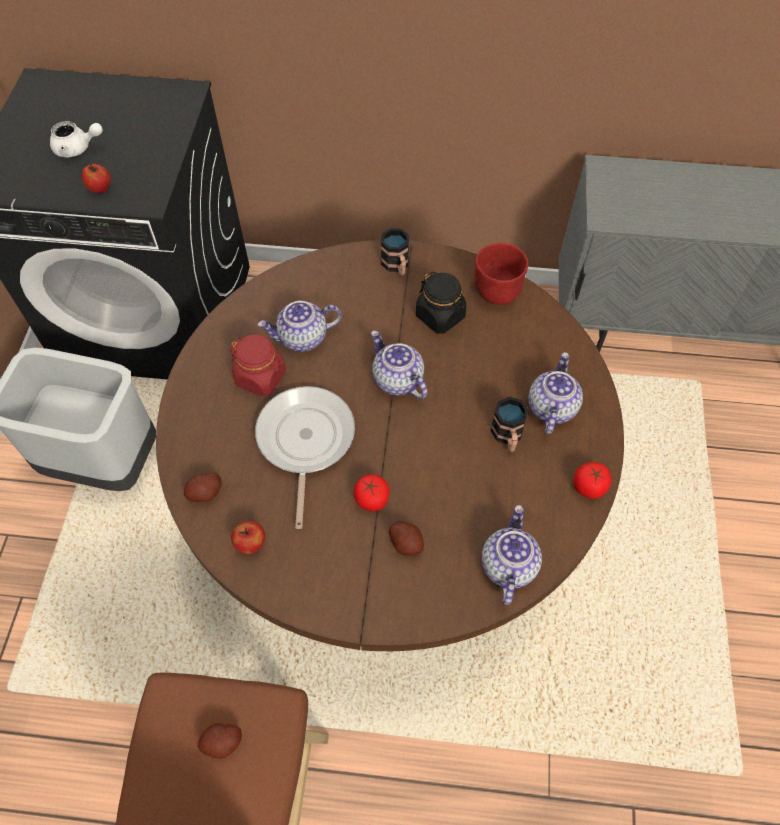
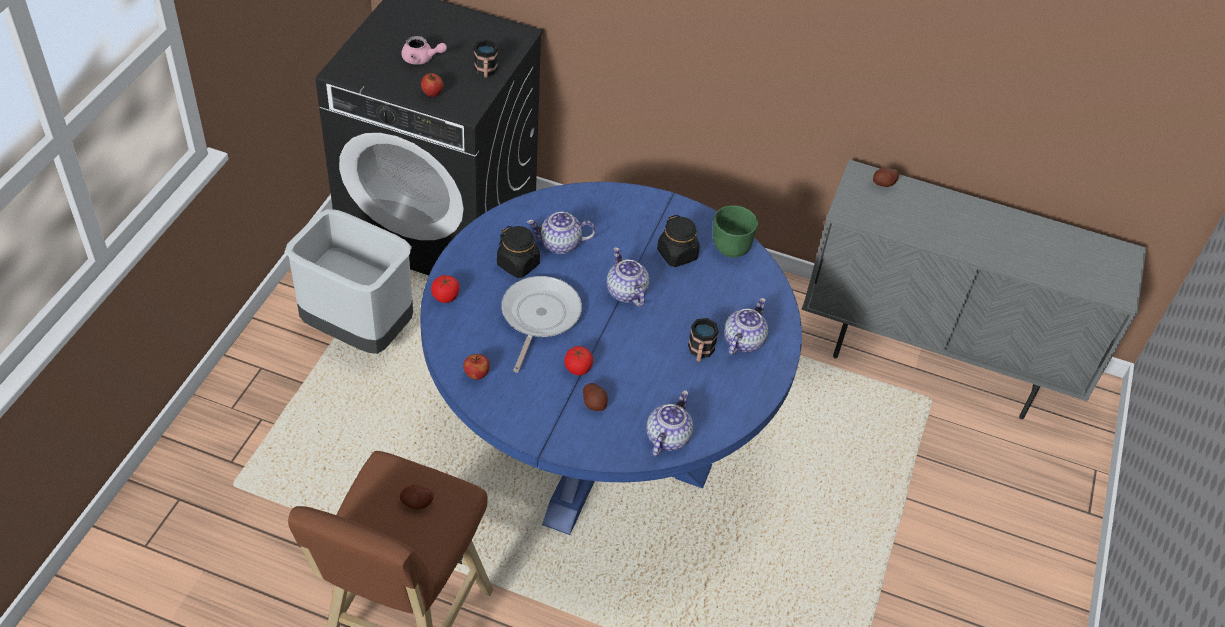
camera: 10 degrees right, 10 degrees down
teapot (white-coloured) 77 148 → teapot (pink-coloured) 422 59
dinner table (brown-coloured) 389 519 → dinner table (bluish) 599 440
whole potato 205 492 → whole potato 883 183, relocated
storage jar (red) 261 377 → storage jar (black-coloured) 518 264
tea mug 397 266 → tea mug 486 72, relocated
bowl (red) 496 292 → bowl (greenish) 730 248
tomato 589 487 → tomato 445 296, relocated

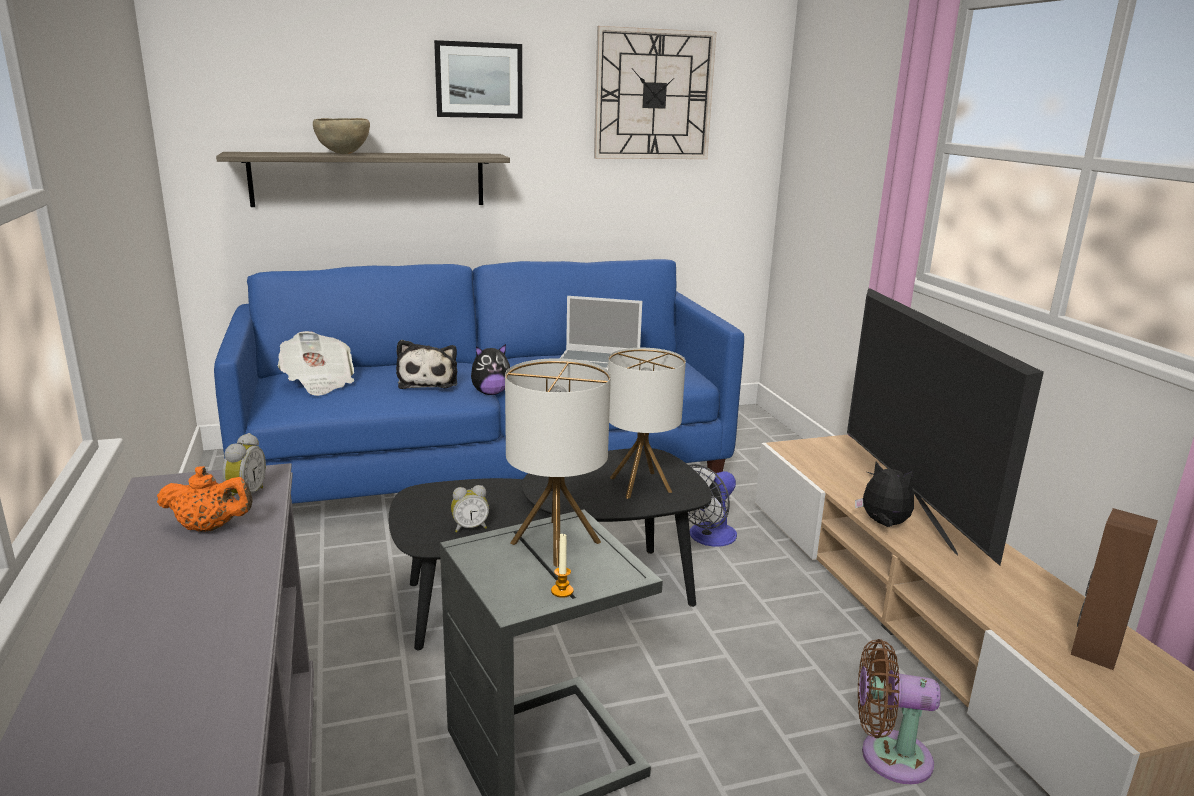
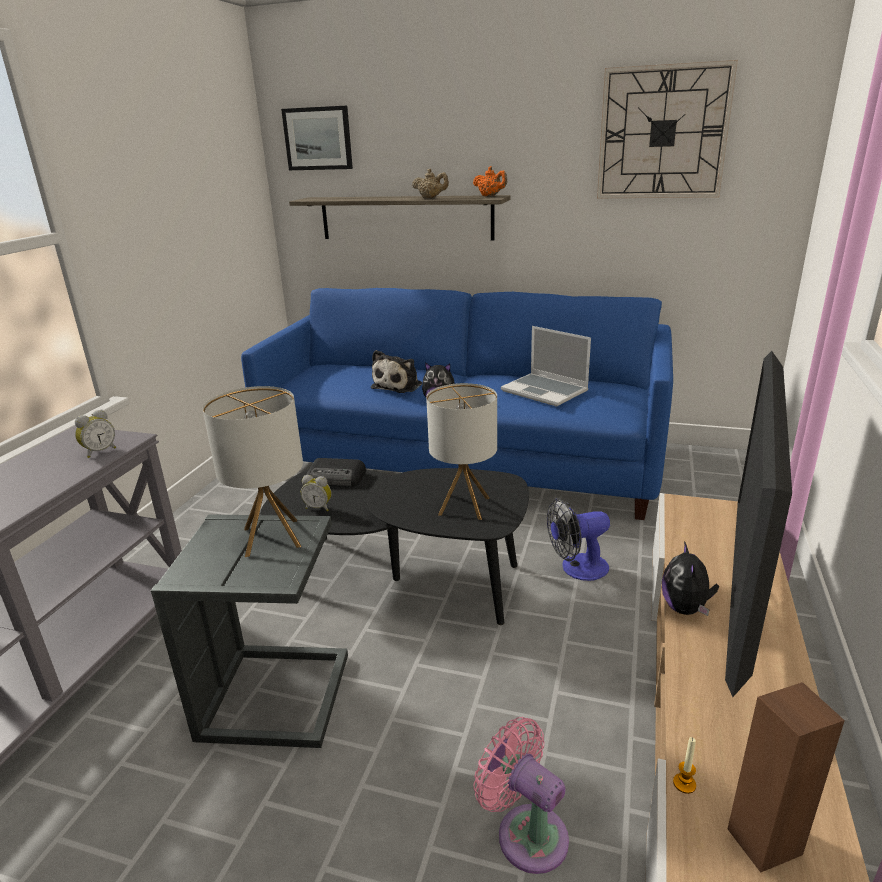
camera: 35 degrees right, 5 degrees up
teapot (orange) 210 528 → teapot (orange) 490 196, relocated
newspaper 318 383 → -
bowl (brown-coloured) 344 154 → -
wall picture 479 80 → wall picture 318 138, relocated
candle 562 591 → candle 684 784, relocated
plush toy 883 524 → plush toy 685 608, 150 degrees counterclockwise
electric fan (brown-coloured) 888 756 → electric fan (pink-coloured) 526 832
- → radio 336 478
- → teapot (sand-coloured) 431 198

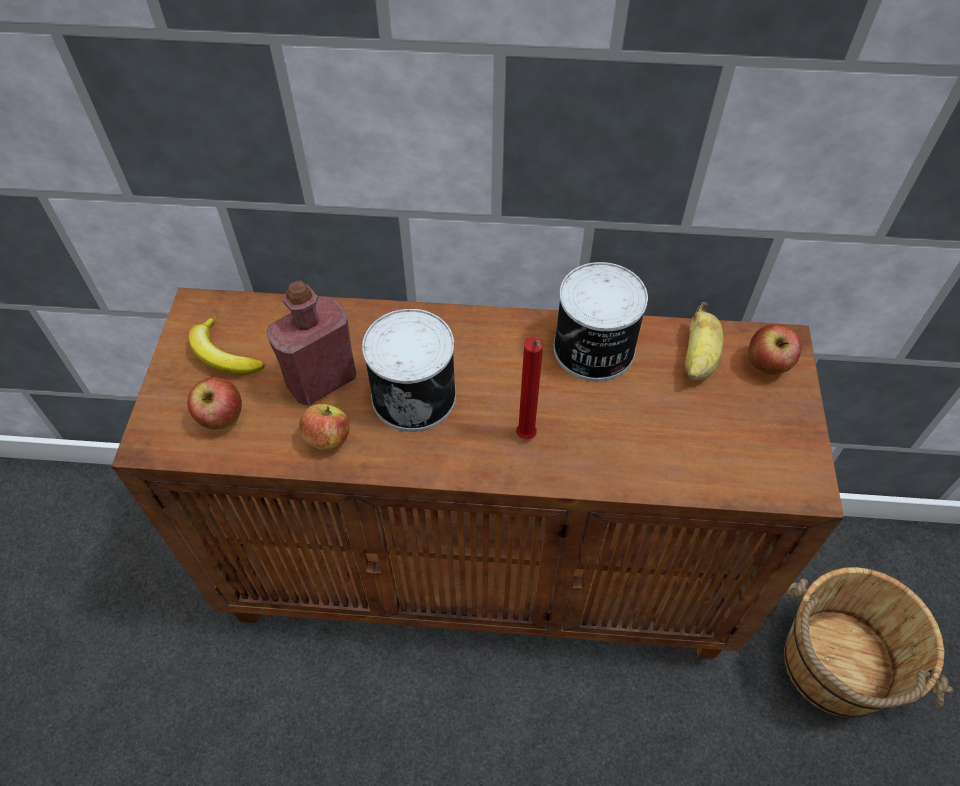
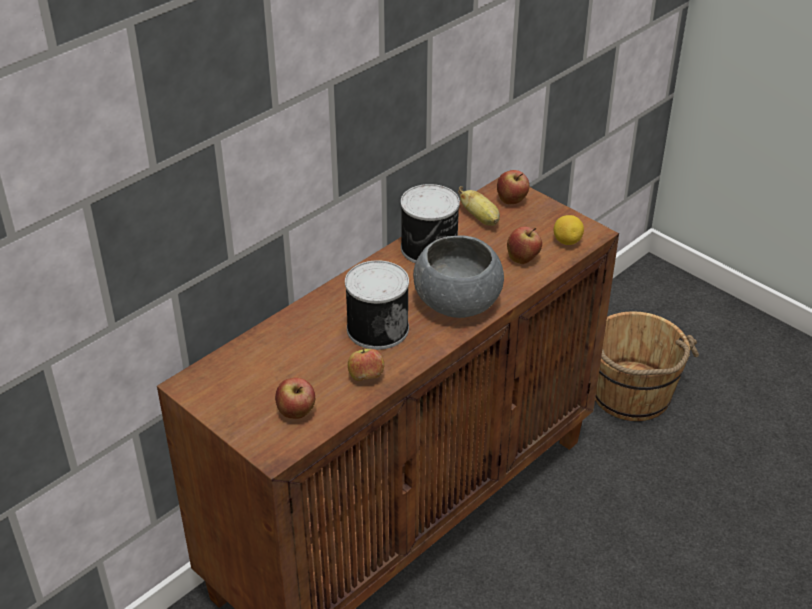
camera: 50 degrees left, 15 degrees down
banana 223 355 → -
beverage bottle (red) 322 381 → -
candle (red) 526 438 → bowl (greyish) 457 303
- → apple fruit 523 259
- → lemon 567 241

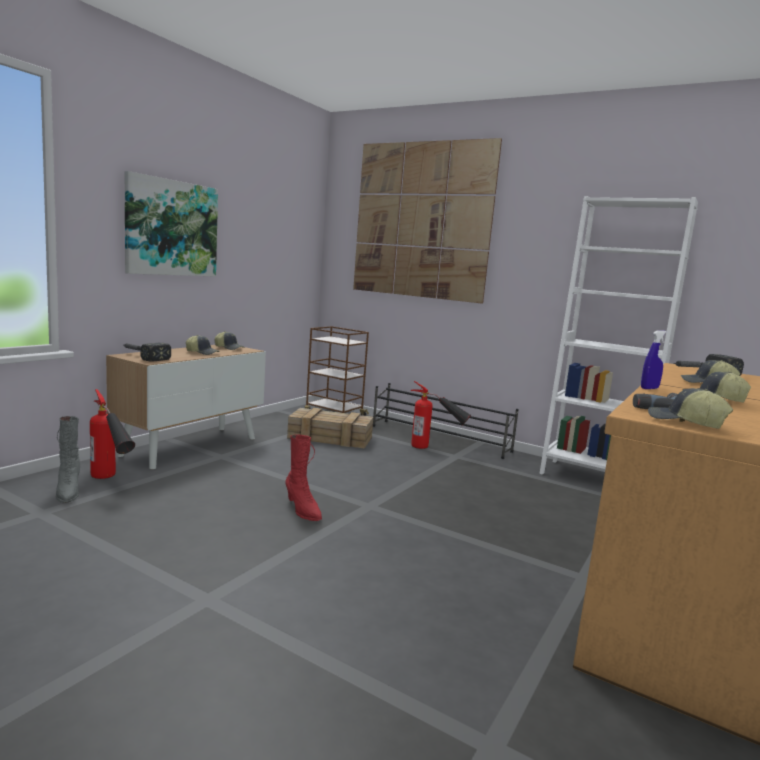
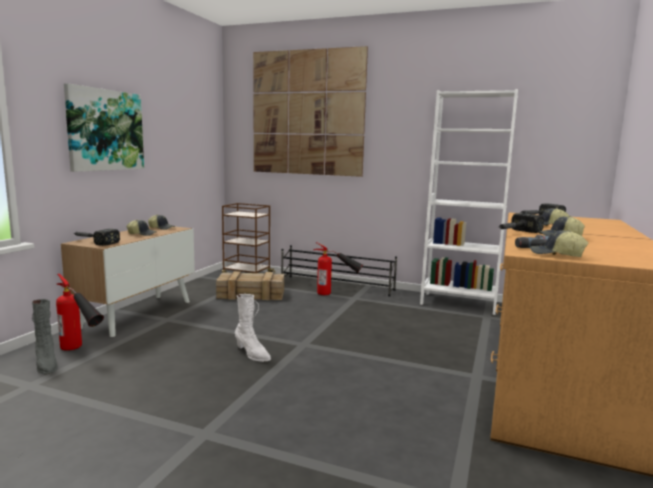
camera: 10 degrees left, 0 degrees up
high-top boot (red) 302 510 → high-top boot (white-coloured) 252 354
hand sprayer (bluish) 649 388 → hammer 515 232

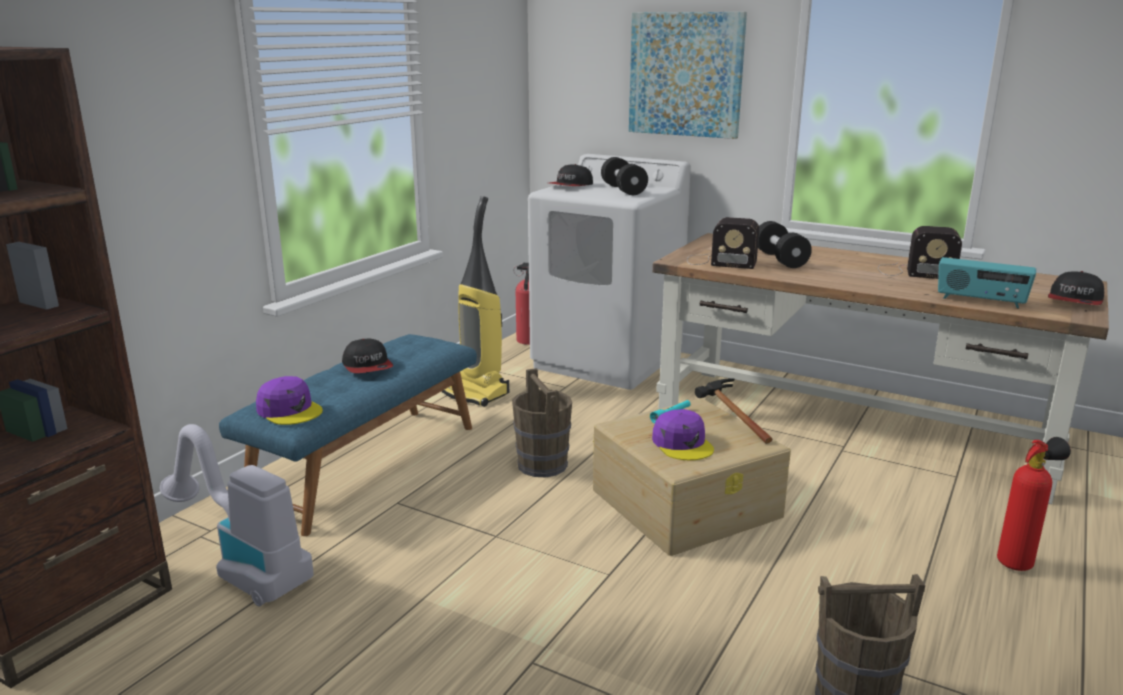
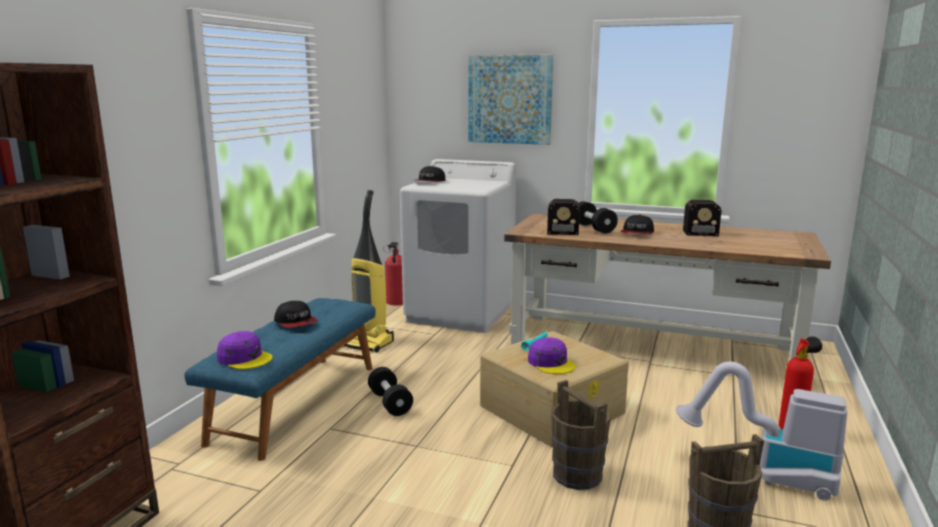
camera: 10 degrees left, 5 degrees down
vacuum 243 567 → vacuum 766 474, relocated
bucket (brown-coloured) 542 464 → bucket (brown-coloured) 577 475, relocated
hand weight (black-coloured) 623 190 → hand weight (black-coloured) 390 403, relocated
hammer 728 421 → -
radio 980 301 → -
baseball cap 1075 300 → baseball cap 637 233, relocated

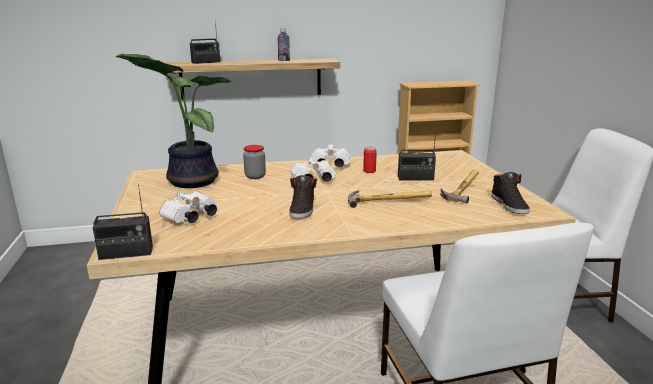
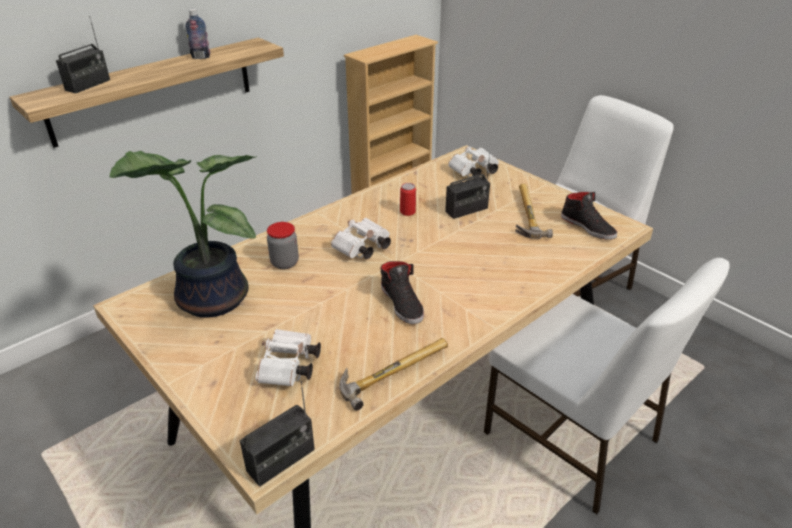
camera: 30 degrees left, 15 degrees up
field glasses (white-coloured) 329 165 → field glasses (white-coloured) 473 172, relocated
hammer 387 200 → hammer 391 370, relocated

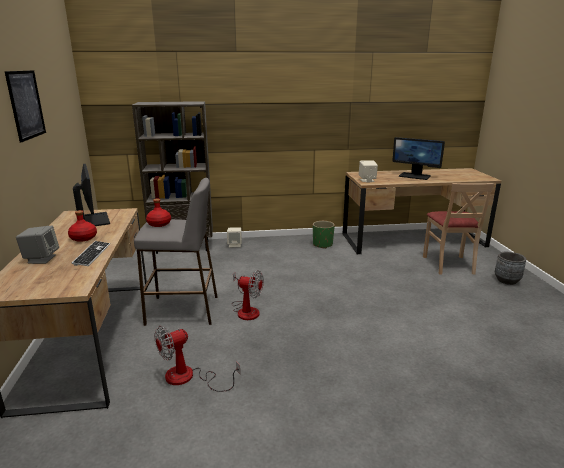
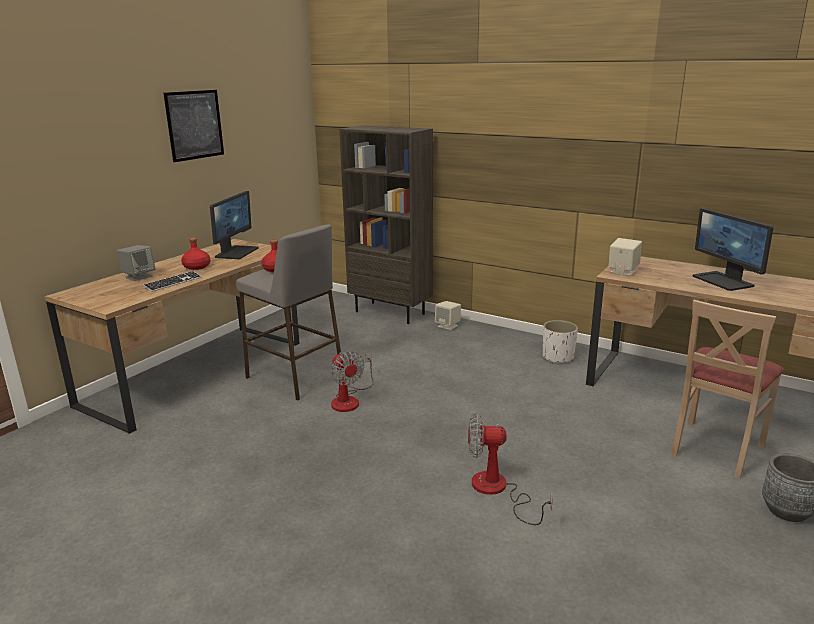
camera: 40 degrees right, 0 degrees up
electric fan 189 378 → electric fan 497 491, relocated
plant pot (greenish) 322 245 → plant pot (white-coloured) 557 358

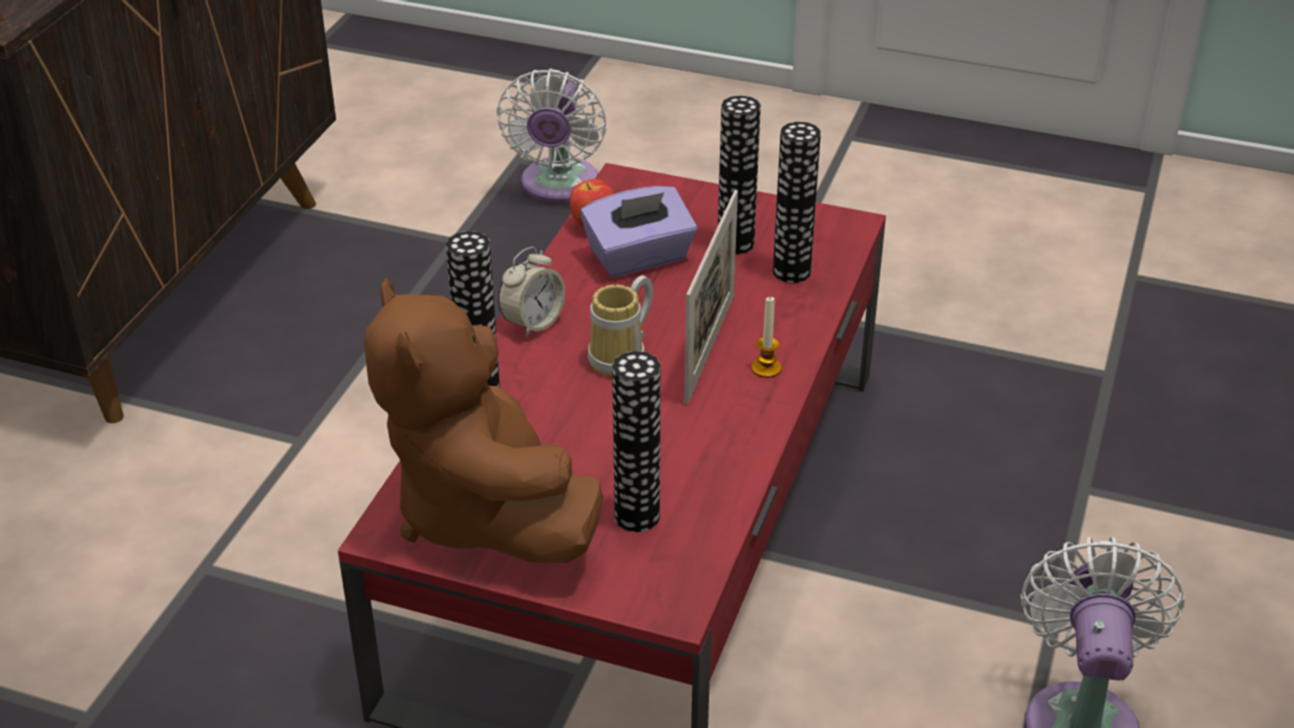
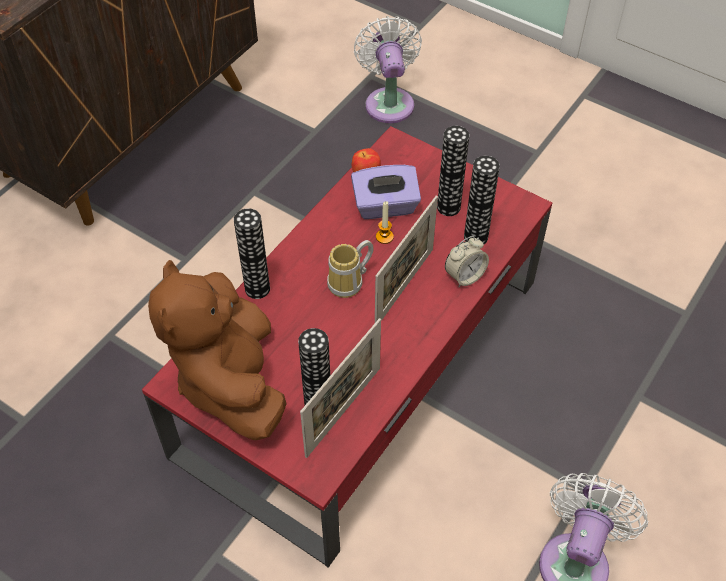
camera: 15 degrees right, 15 degrees up
electric fan (white-coloured) 558 187 → electric fan (white-coloured) 389 101, 150 degrees clockwise
table clock 533 323 → table clock 464 276, relocated
candle 766 368 → candle 384 237, relocated
- → photo frame 343 411

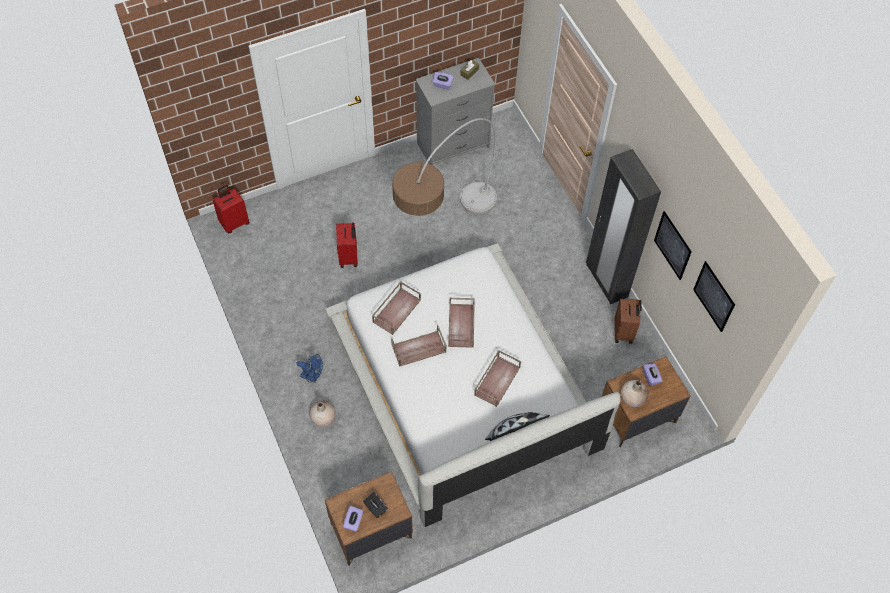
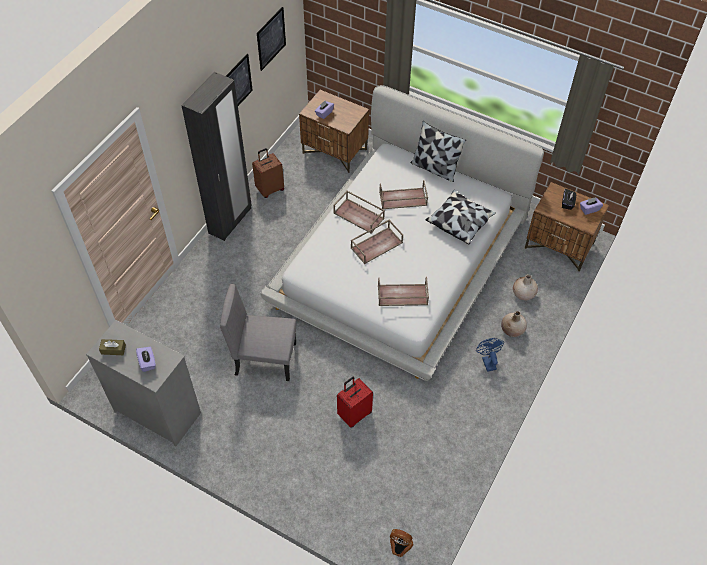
camera: 125 degrees left, 5 degrees down
piece of luggage (red) 234 223 → electric fan 399 546
serving tray (brown-coloured) 418 349 → serving tray (brown-coloured) 359 215, relocated
standing lamp 444 230 → chair (greyish) 265 358
decorative vase (sand-coloured) 632 397 → decorative vase (sand-coloured) 523 294, relocated
- → pillow 459 222

